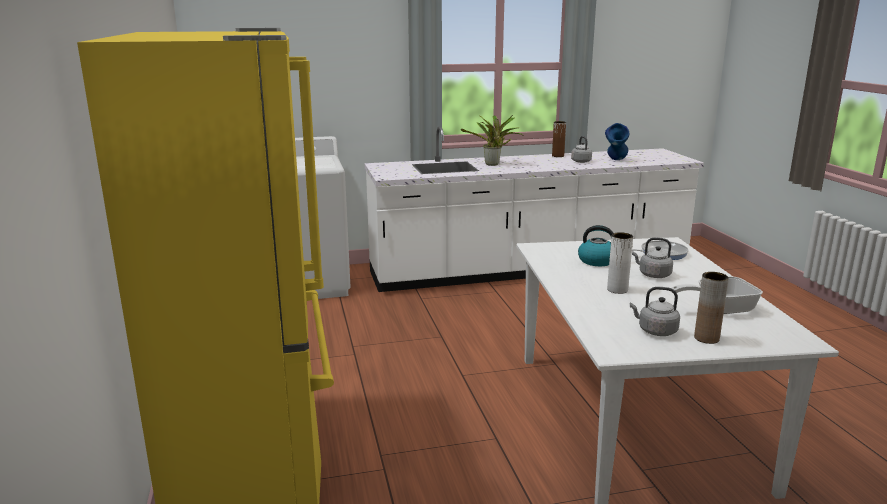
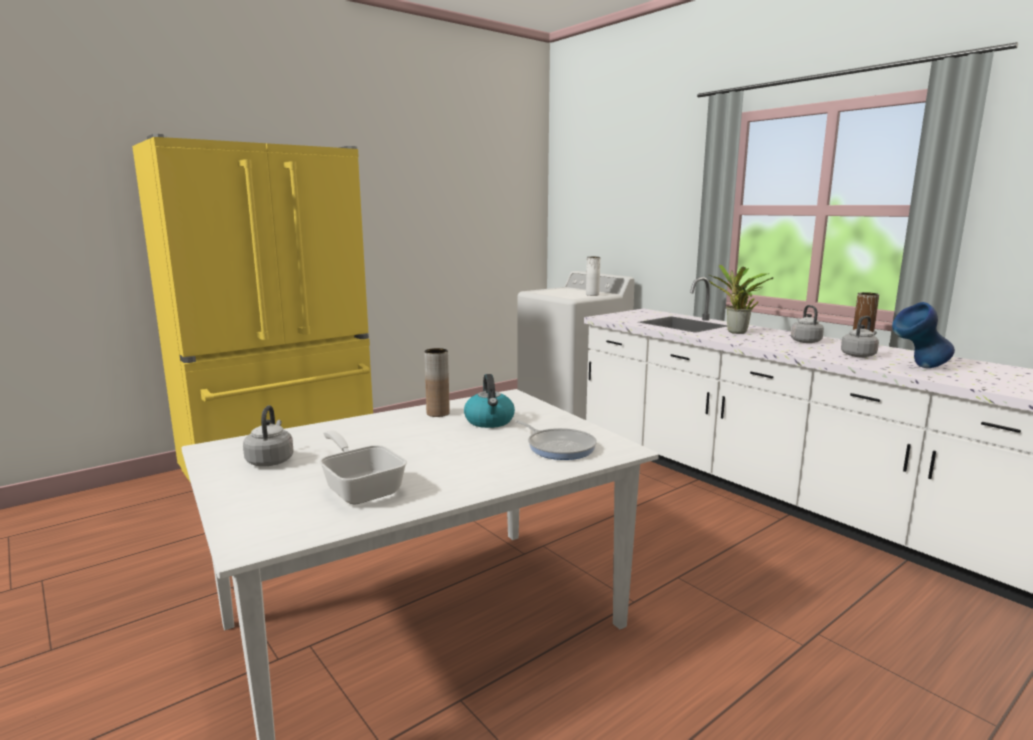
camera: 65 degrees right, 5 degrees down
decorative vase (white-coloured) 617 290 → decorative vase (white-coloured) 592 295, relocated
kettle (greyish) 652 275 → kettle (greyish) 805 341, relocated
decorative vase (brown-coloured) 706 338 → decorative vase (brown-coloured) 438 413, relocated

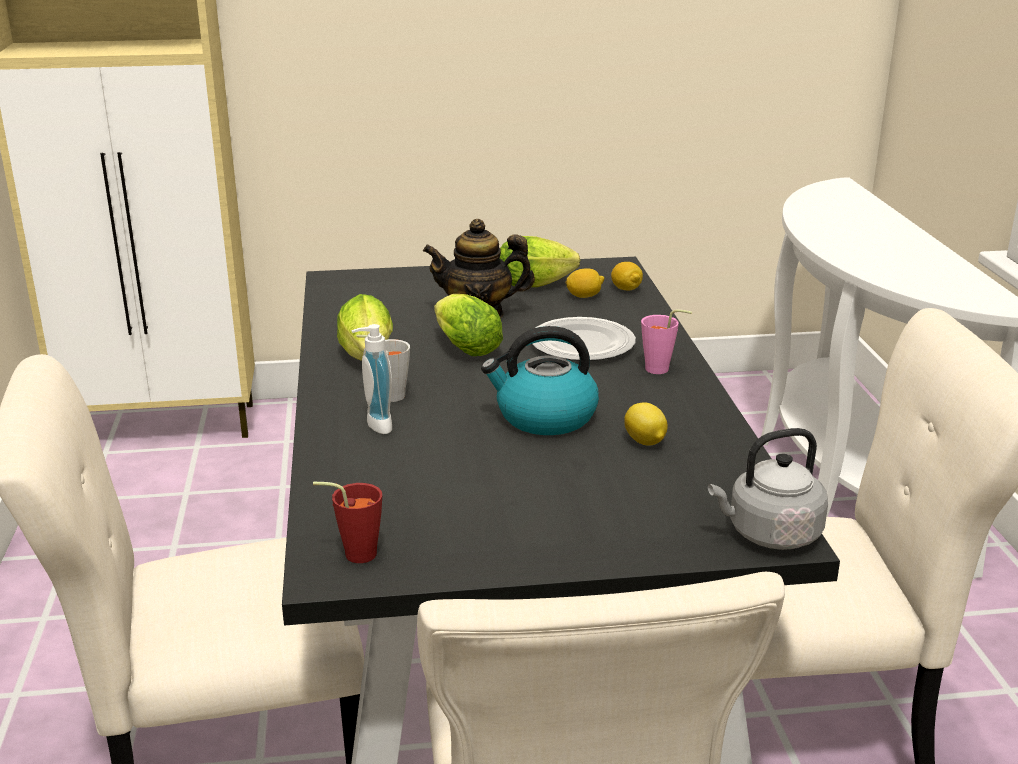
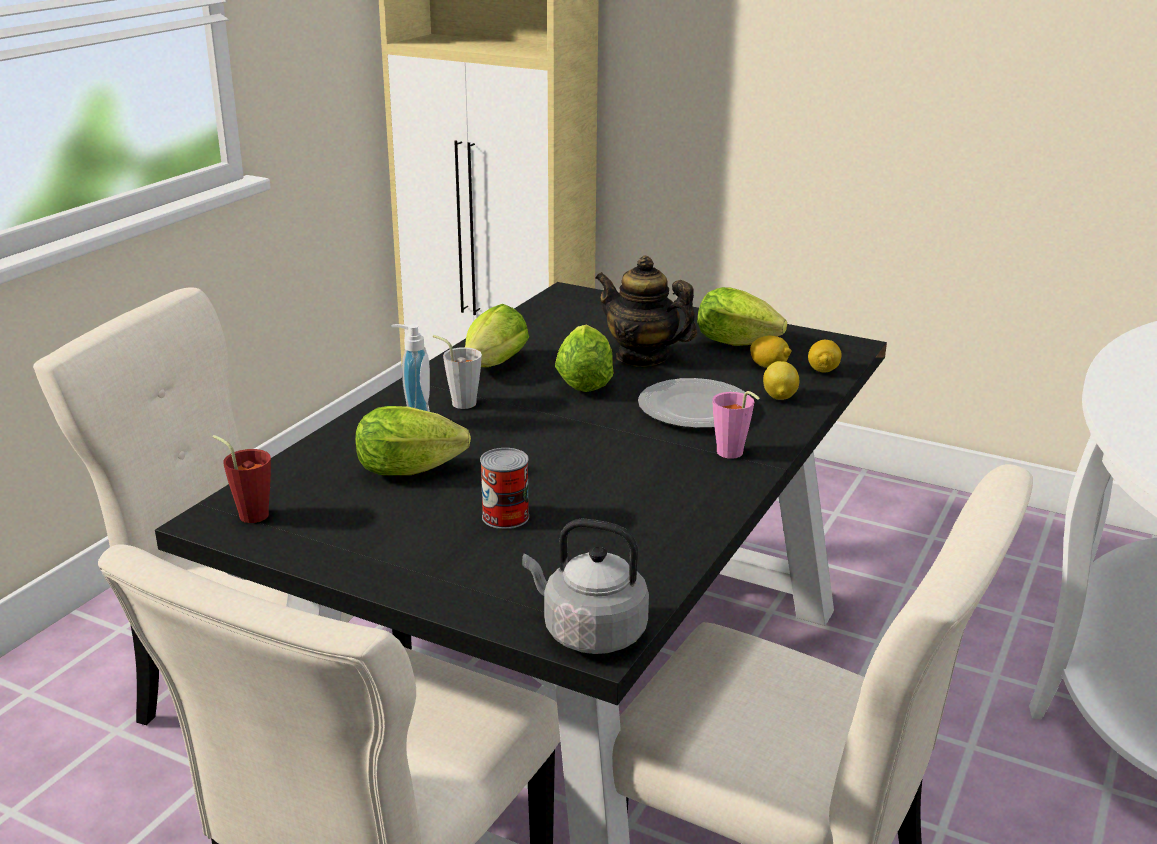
camera: 35 degrees right, 0 degrees up
kettle 544 417 → -
lemon 645 442 → lemon 779 397, relocated
- → lettuce head 415 470
- → can 505 516

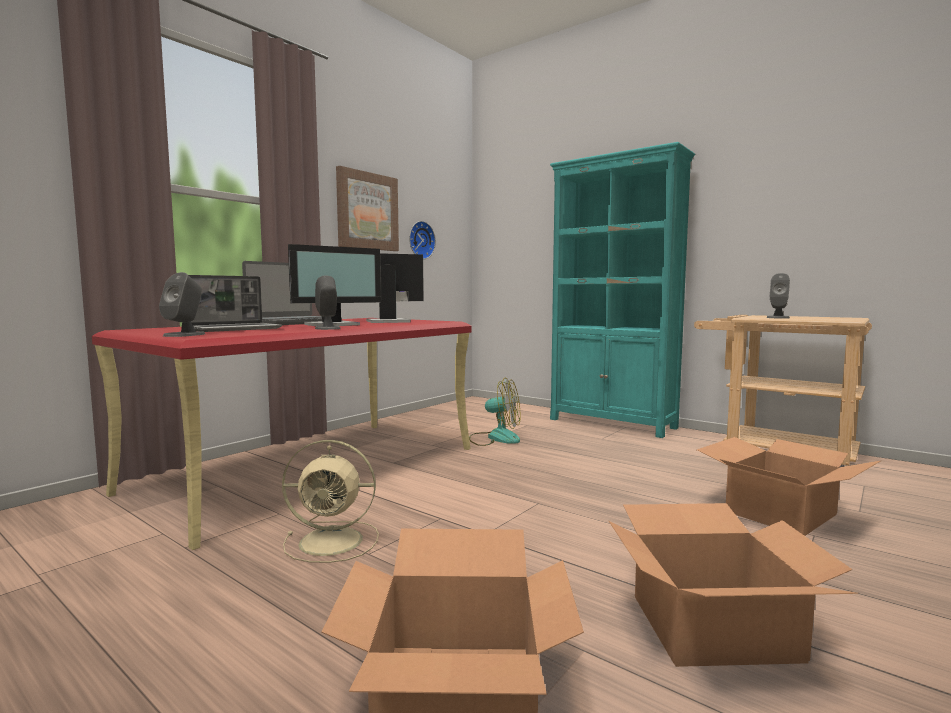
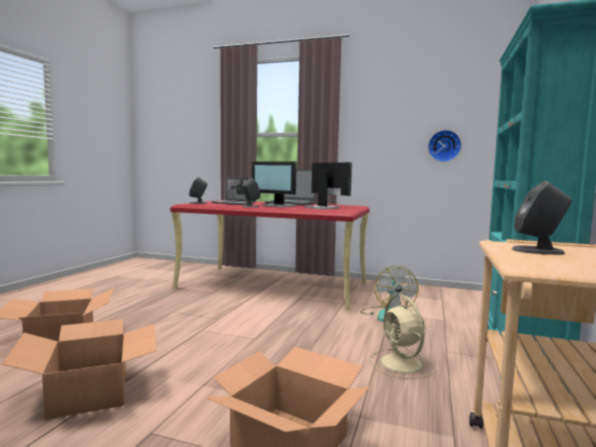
camera: 70 degrees right, 0 degrees up
electric fan (sand-coloured) 334 541 → electric fan (sand-coloured) 402 364, relocated
wall picture 367 211 → -

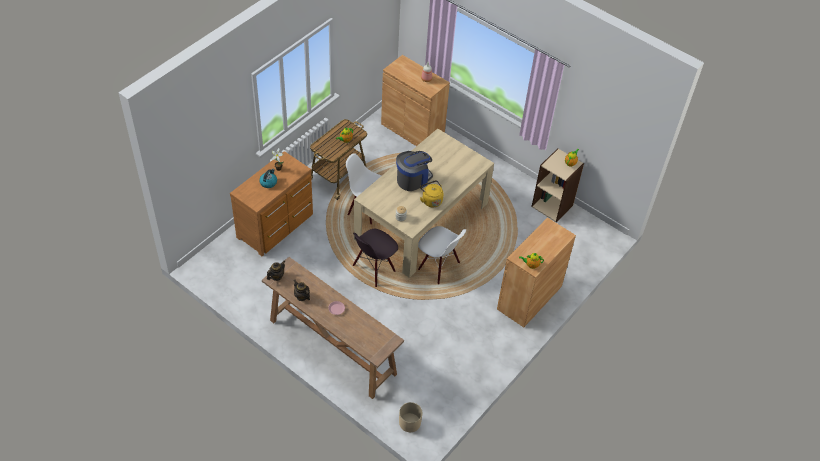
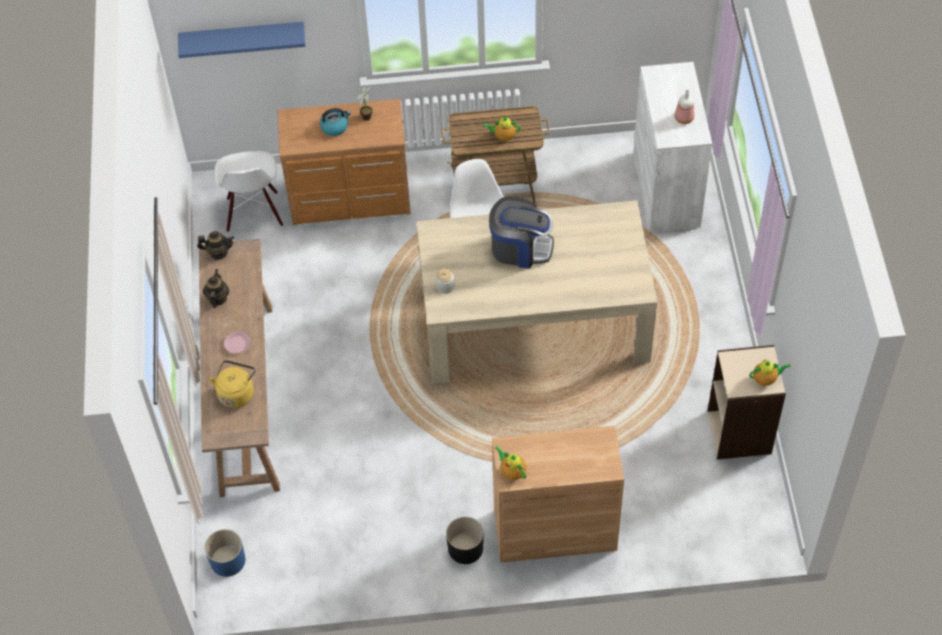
camera: 50 degrees right, 5 degrees up
chair (black-coloured) 374 269 → -
cabinet (brown-coloured) 412 130 → cabinet (white-coloured) 666 189
plant pot (sand-coloured) 409 422 → plant pot (bluish) 227 560
chair (white-coloured) 438 266 → chair (white-coloured) 253 212, relocated
kettle (yellow-coloured) 431 200 → kettle (yellow-coloured) 236 393, relocated
- → wall shelf (bluish) 243 38
- → plant pot (black-coloured) 465 548

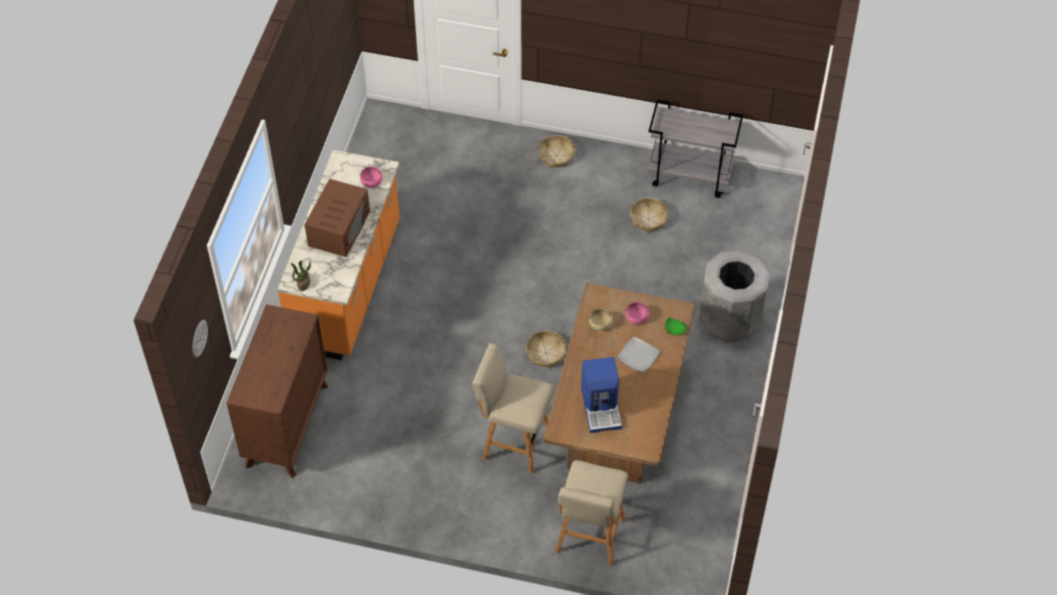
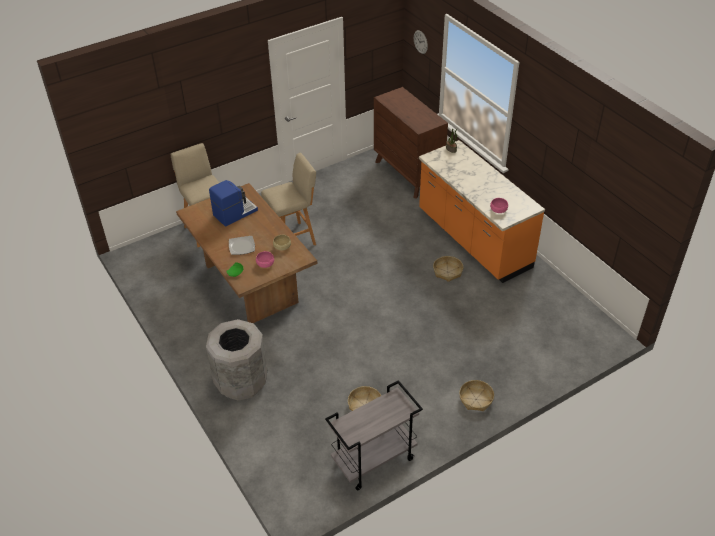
camera: 135 degrees right, 10 degrees down
microwave oven (brown-coloured) 339 228 → -
household basket 545 353 → household basket 447 272, relocated
coffee brewer 601 407 → coffee brewer 234 213, 105 degrees clockwise

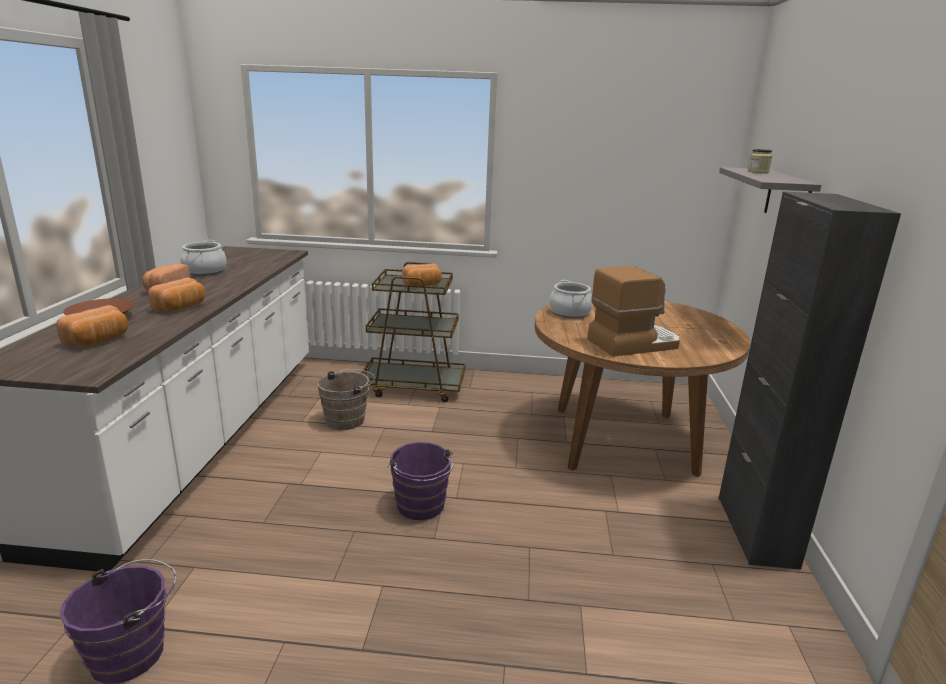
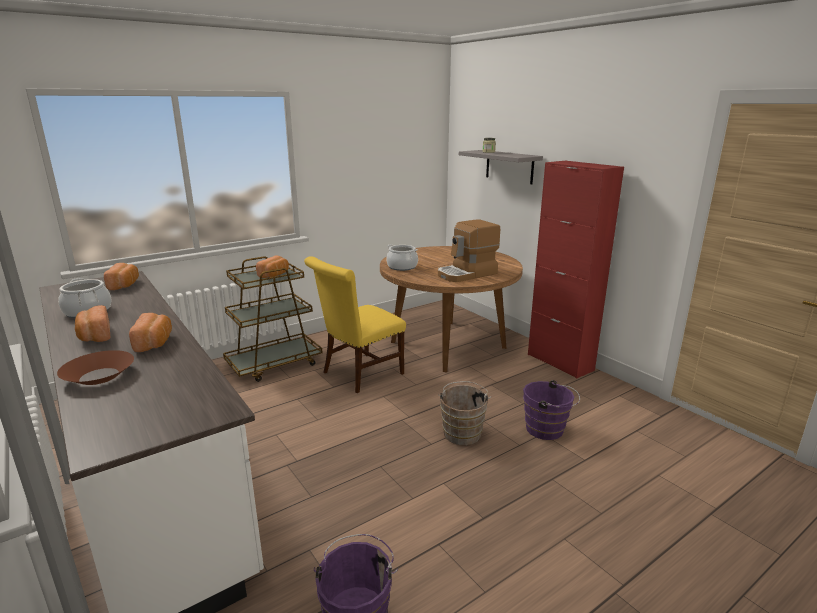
camera: 40 degrees left, 0 degrees up
bread 99 341 → bread 125 285, relocated
bucket (brown-coloured) 348 419 → bucket (brown-coloured) 462 432, relocated
bucket (purplish) 421 508 → bucket (purplish) 547 430, relocated
coffee brewer 633 343 → coffee brewer 467 274, 150 degrees counterclockwise
cabinet (black-coloured) 756 531 → cabinet (red) 560 362
- → chair (yellow-coloured) 359 374

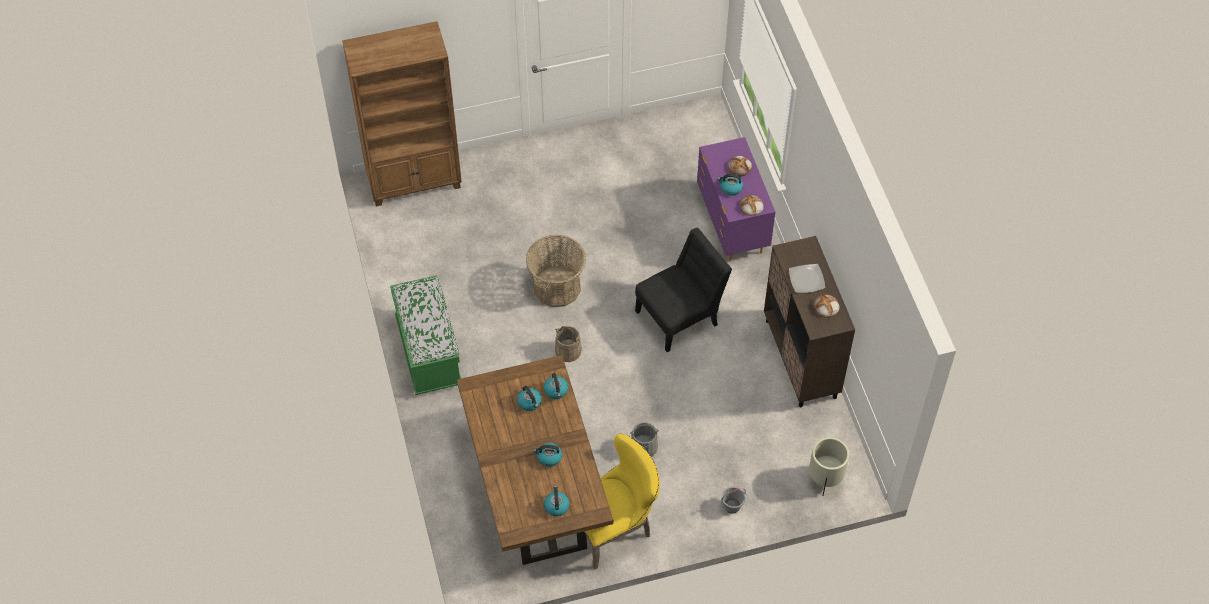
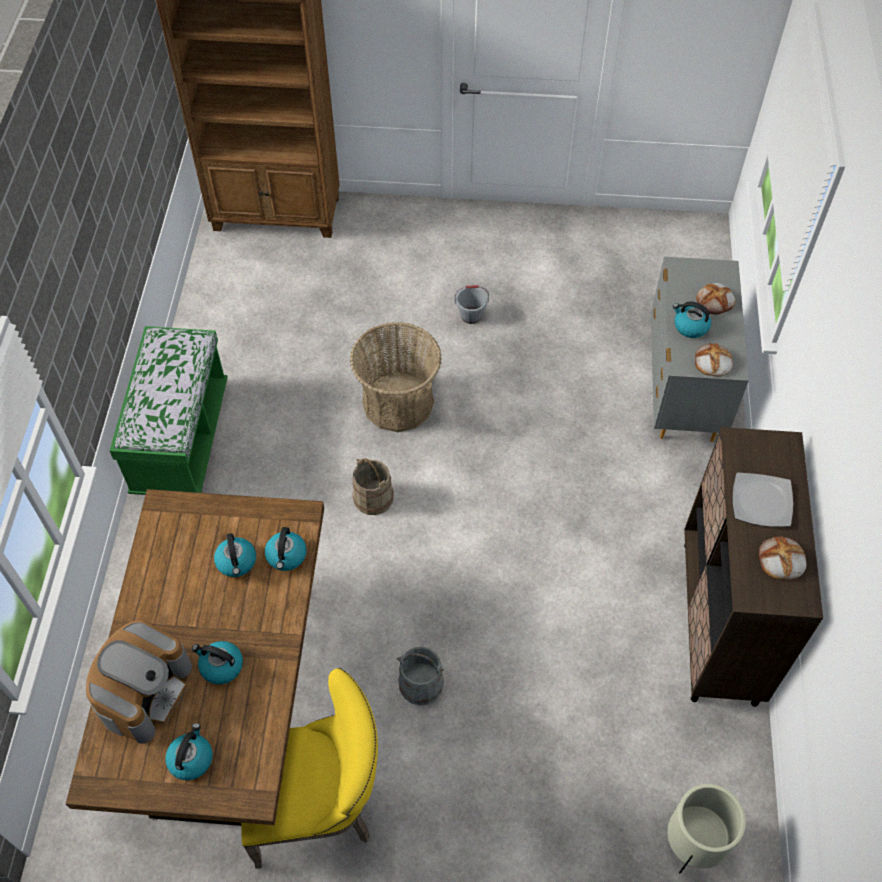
camera: 20 degrees right, 0 degrees up
chair (black-coloured) 680 316 → -
chest of drawers (purplish) 732 225 → chest of drawers (greyish) 682 390
bucket (greyish) 732 506 → bucket (greyish) 470 316, relocated
- → coffee brewer 145 691

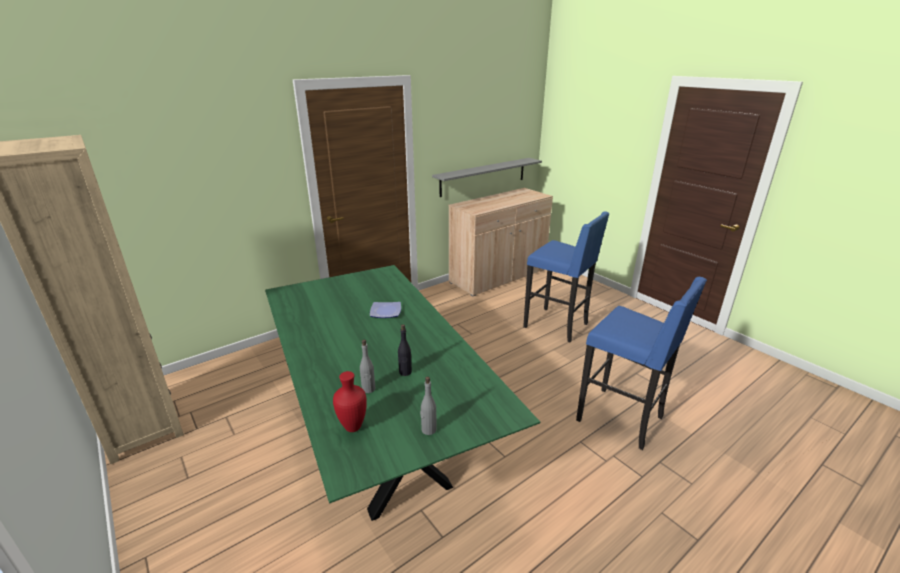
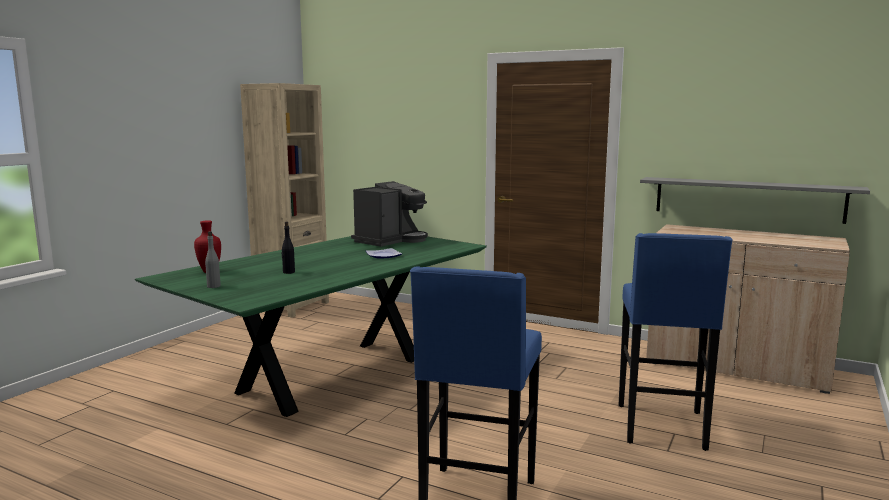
camera: 65 degrees right, 15 degrees down
beverage bottle (greyish) 368 389 → -
- → coffee brewer 390 240

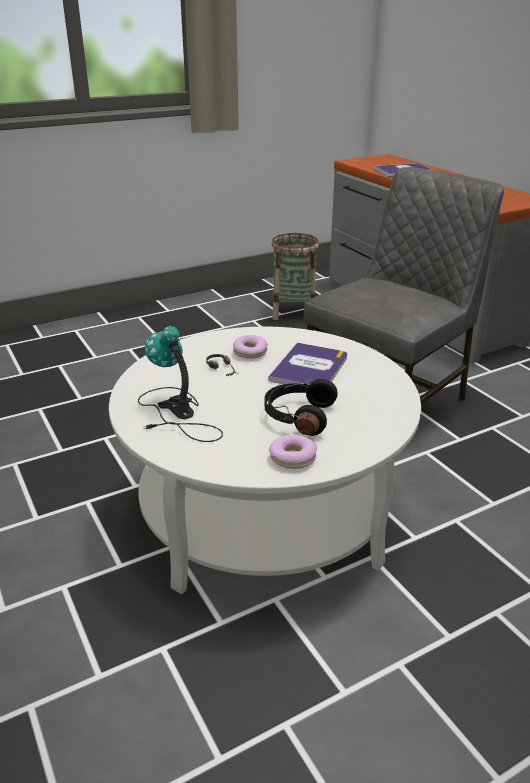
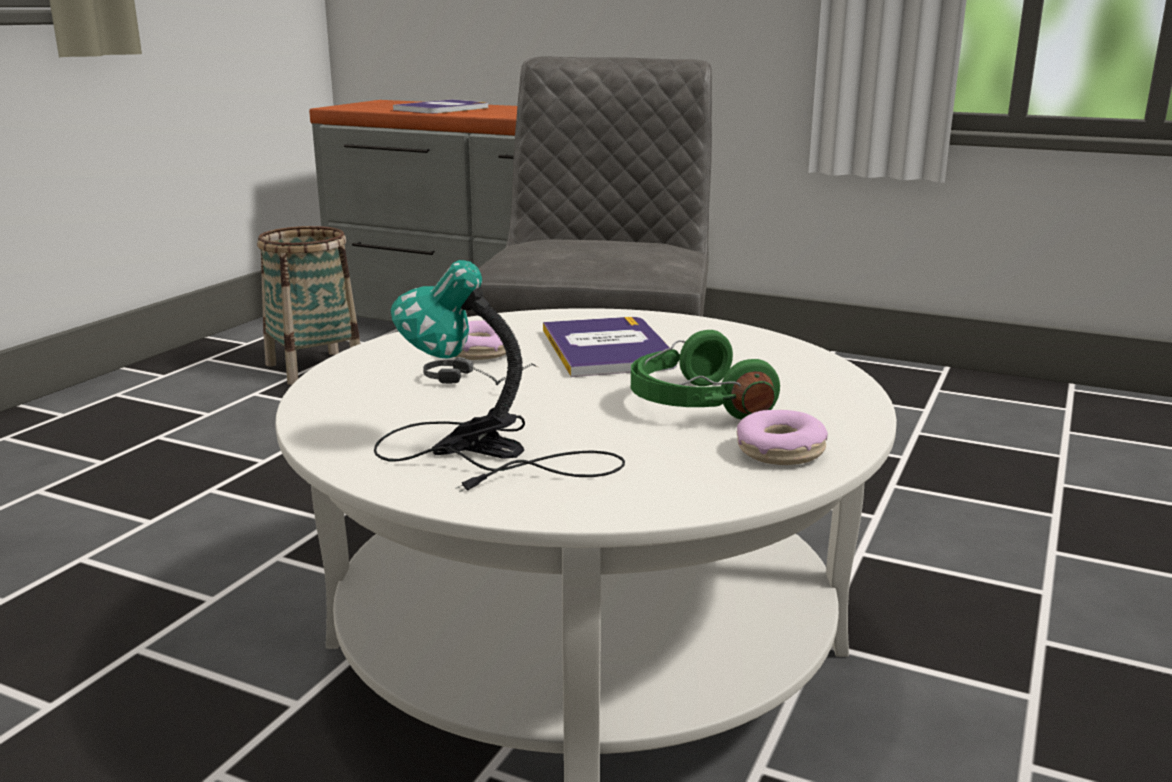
camera: 35 degrees left, 10 degrees down
headphones (black-coloured) 298 416 → headphones (greenish) 694 404

